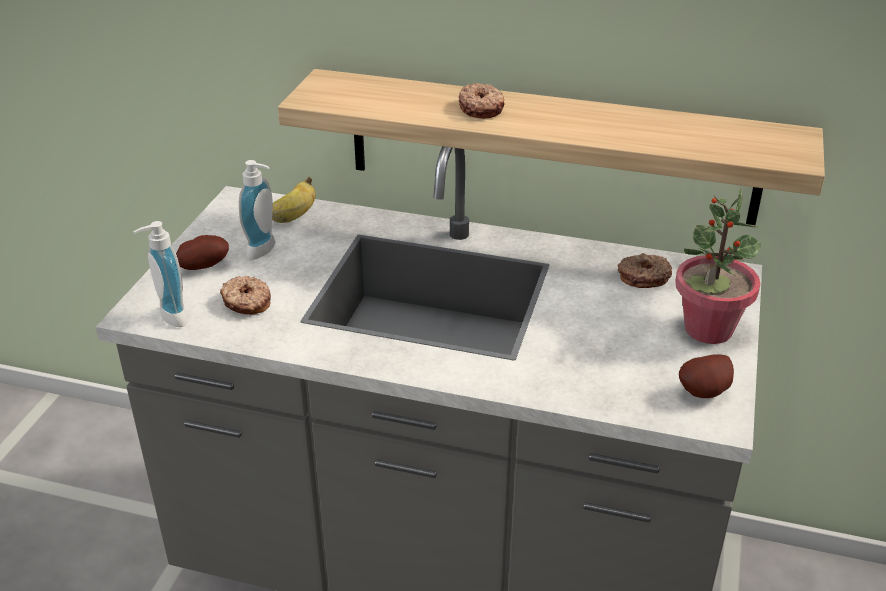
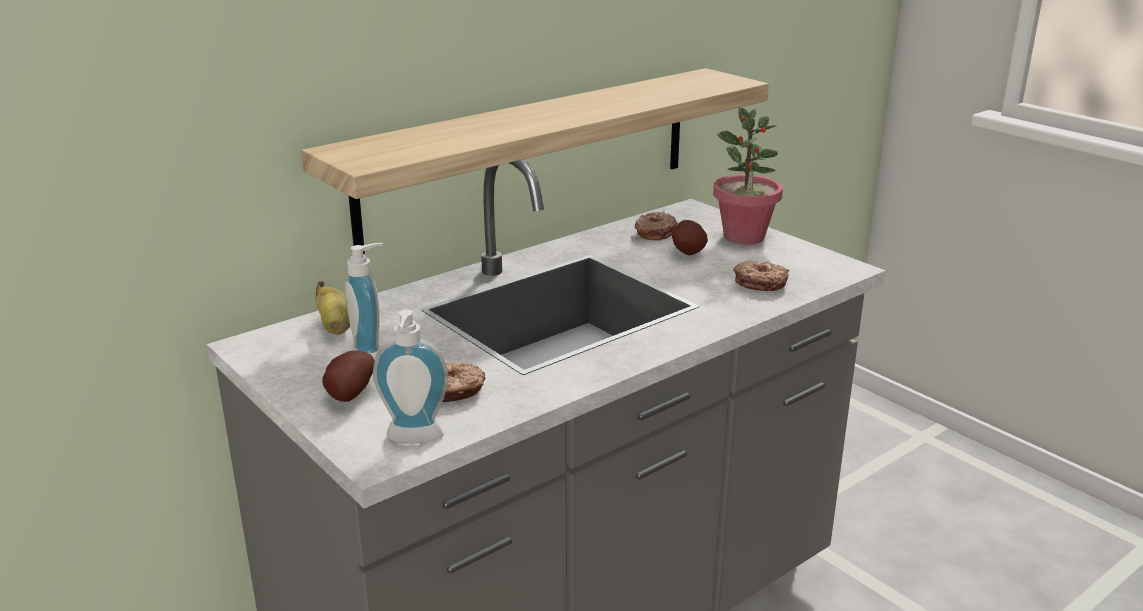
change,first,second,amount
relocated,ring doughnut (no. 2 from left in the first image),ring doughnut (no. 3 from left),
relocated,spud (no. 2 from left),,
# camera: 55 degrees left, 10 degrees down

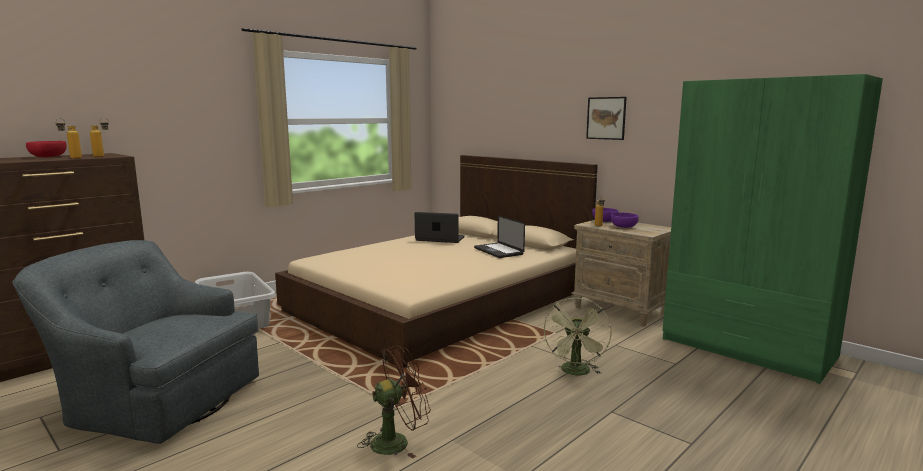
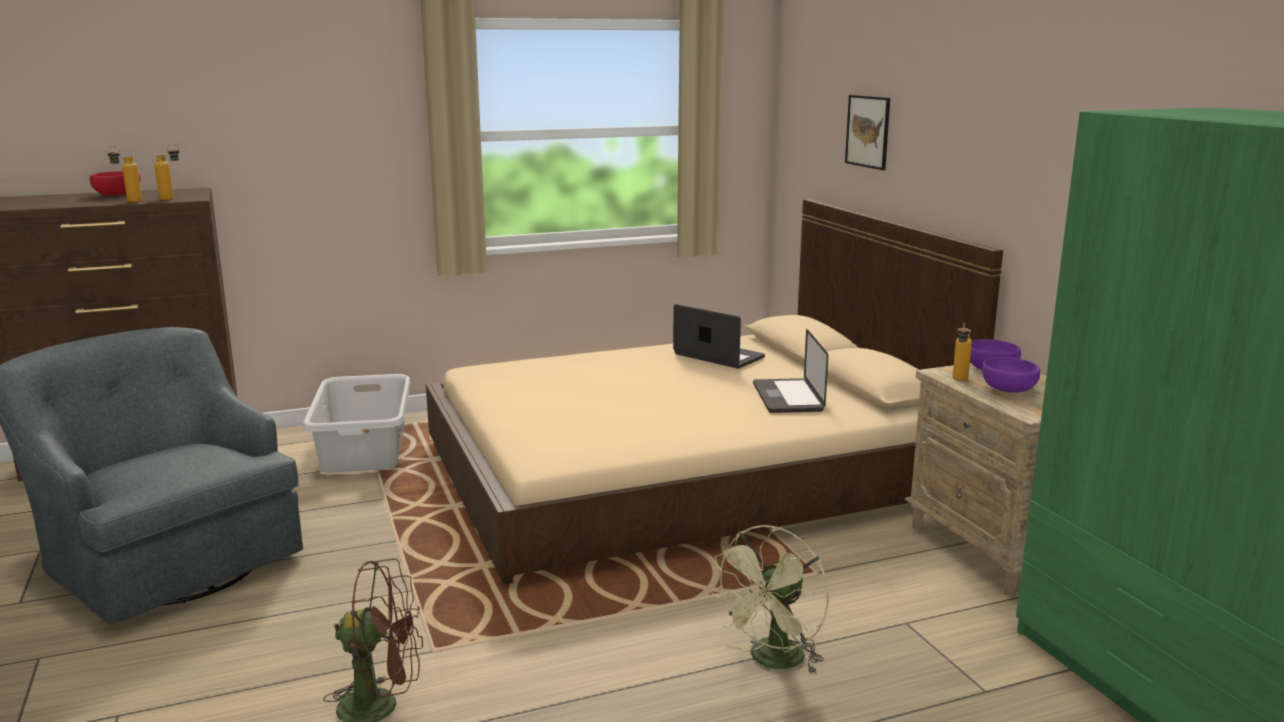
change,first,second,amount
relocated,wall art,,
# camera: 25 degrees right, 5 degrees up

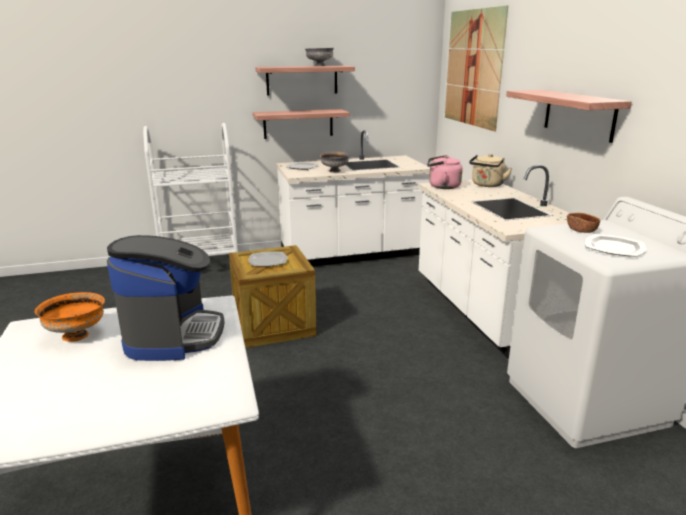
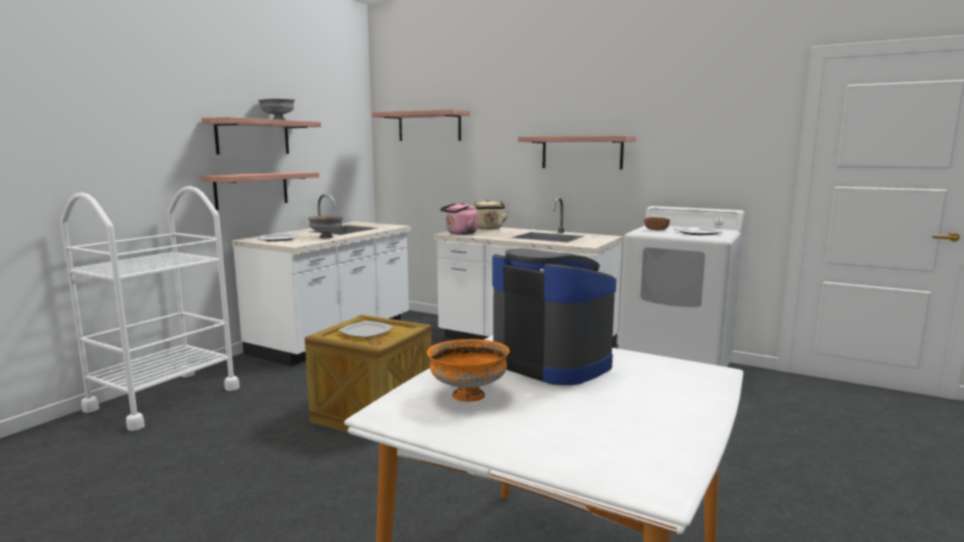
change,first,second,amount
exchanged,wall art,wall shelf (no. 3 from left),
# camera: 45 degrees left, 10 degrees down

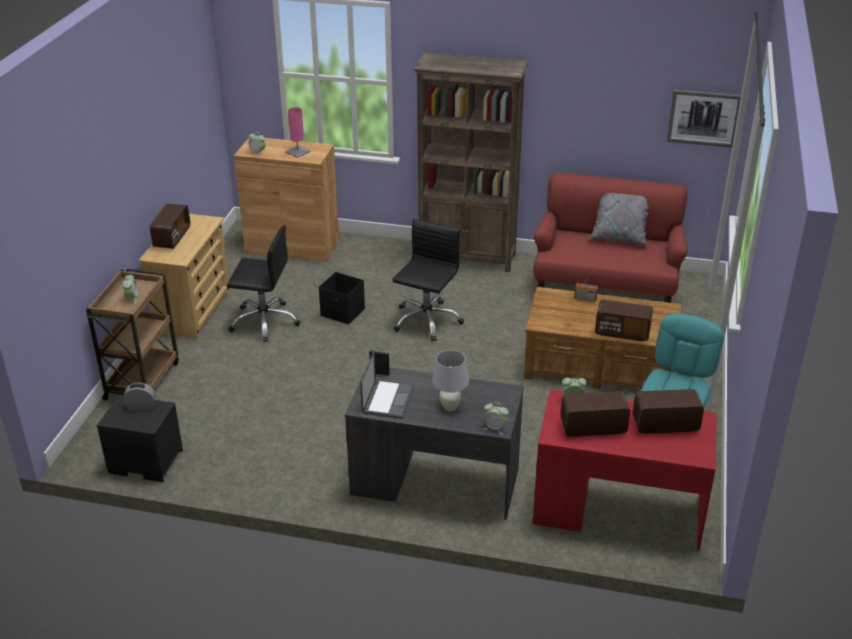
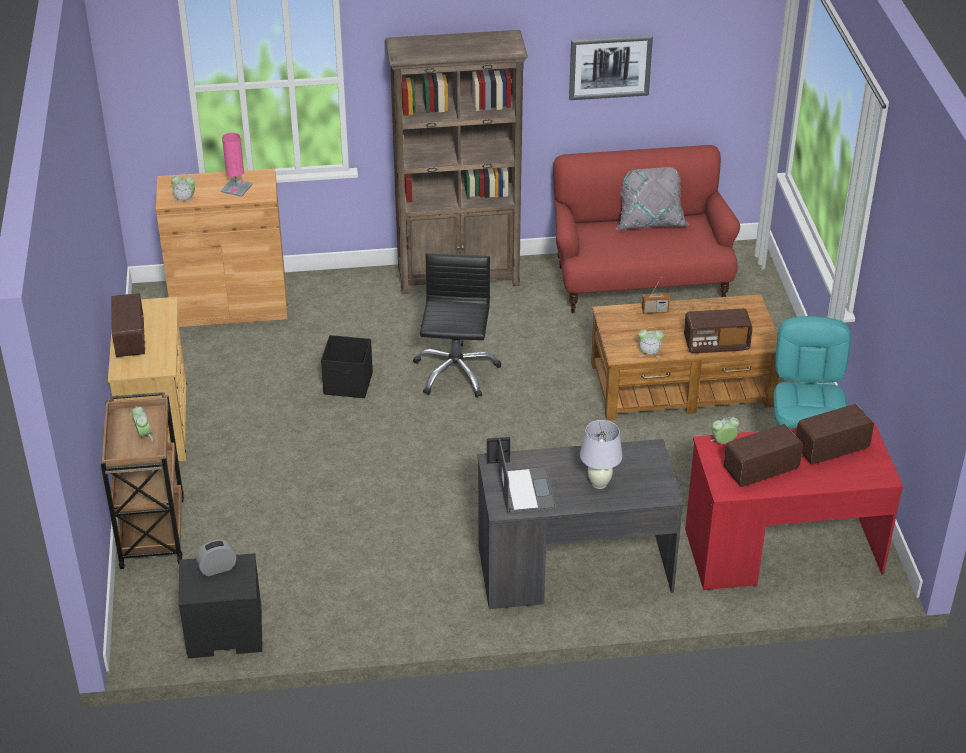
change,first,second,amount
missing,black-coloured computer chair (no. 1 from left),,
relocated,alarm clock (no. 4 from left),,
relocated,wall art,,
# camera: 20 degrees left, 5 degrees up

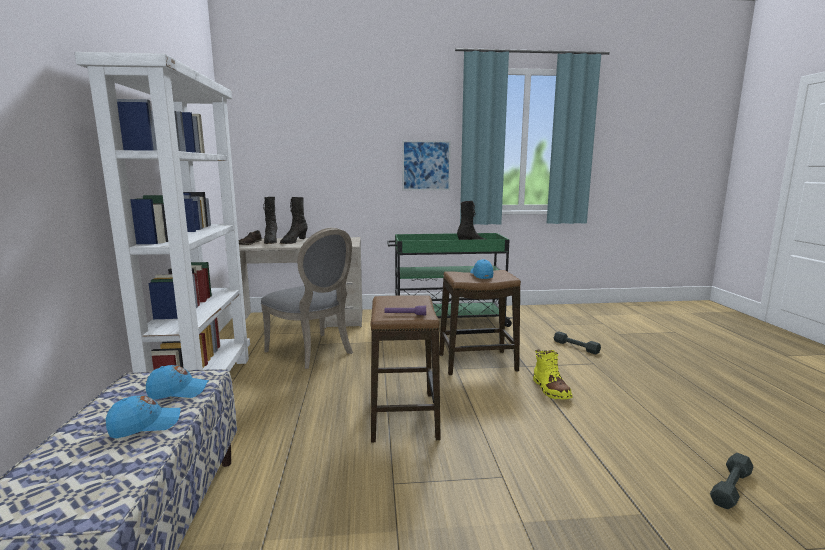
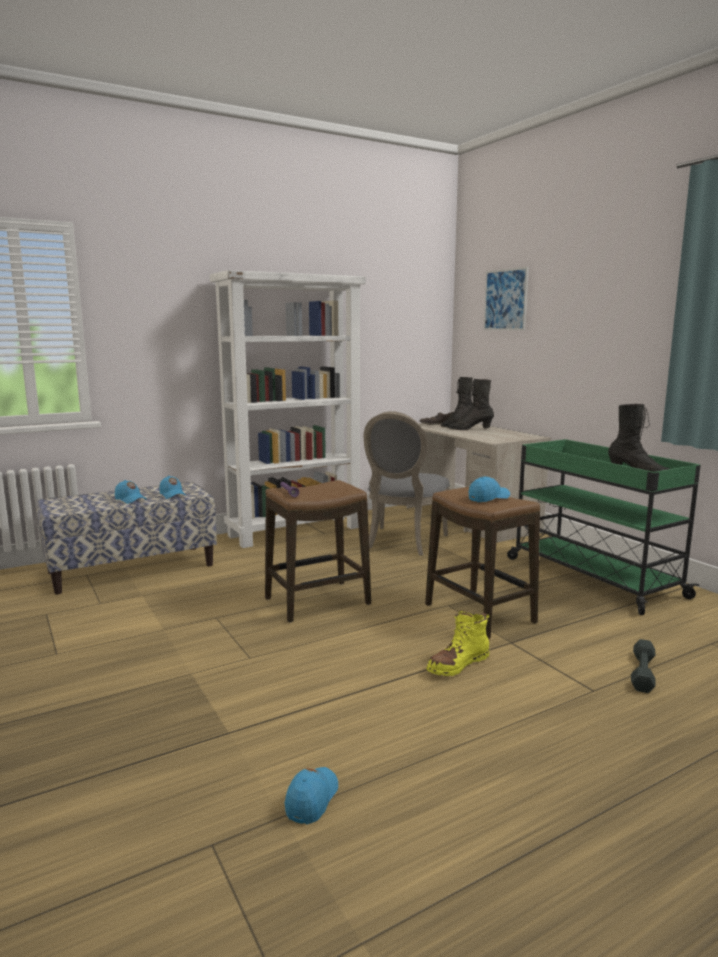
change,first,second,amount
relocated,wall art,,
exchanged,grey hand weight (no. 2 from left),blue-coloured baseball cap (no. 3 from left),
# camera: 65 degrees right, 0 degrees up

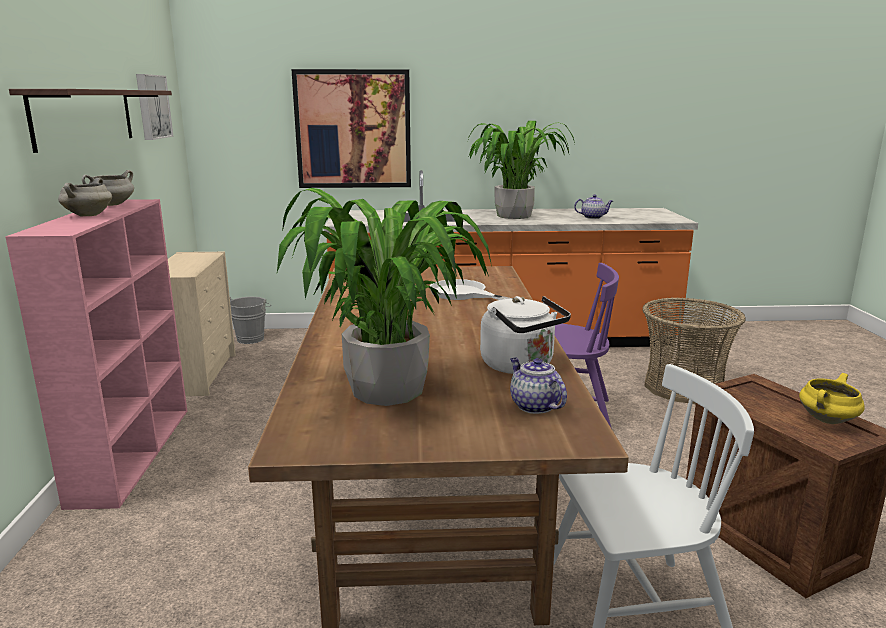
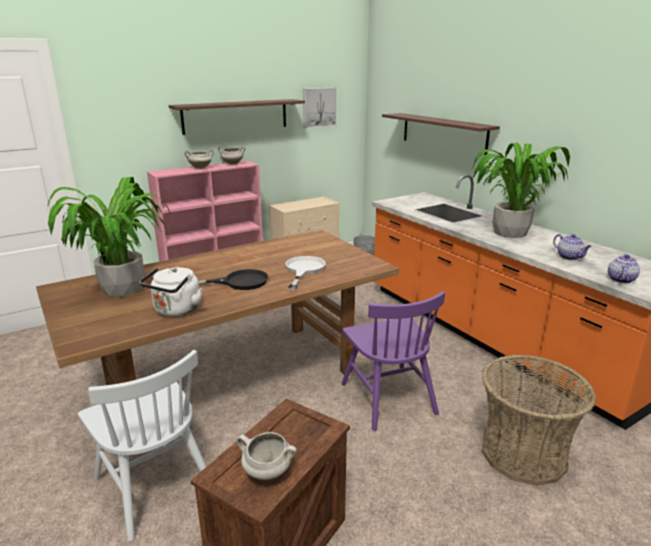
change,first,second,amount
appeared,,black-coloured pan,
relocated,tea pot (no. 1 from left in the first image),tea pot (no. 2 from left),
exchanged,wall art (no. 2 from left),wall shelf (no. 2 from left),
colour,yellowish stockpot,whitish stockpot (no. 3 from left),
# camera: 60 degrees right, 5 degrees up

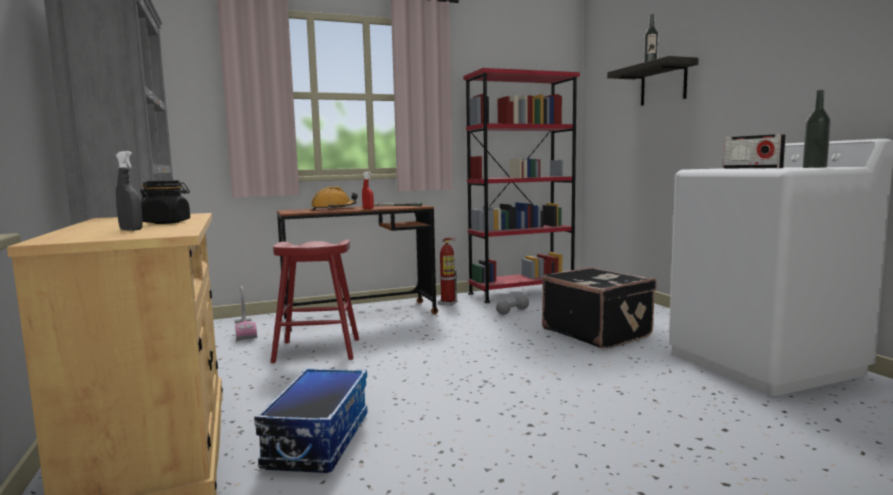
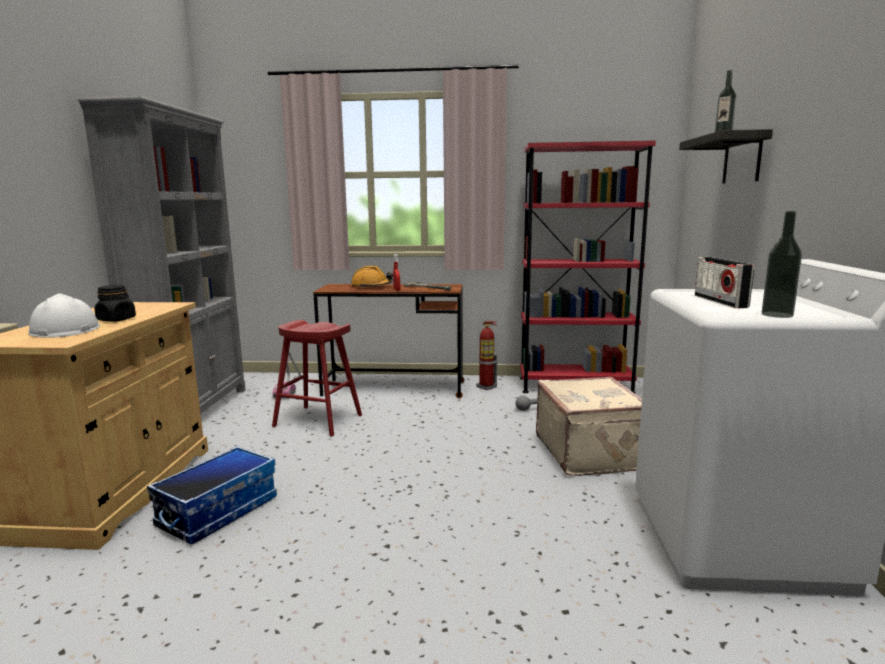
change,first,second,amount
exchanged,grey spray bottle,whitish safety helmet,
colour,black-coloured piece of luggage,sand-coloured piece of luggage,
# camera: 25 degrees right, 5 degrees up

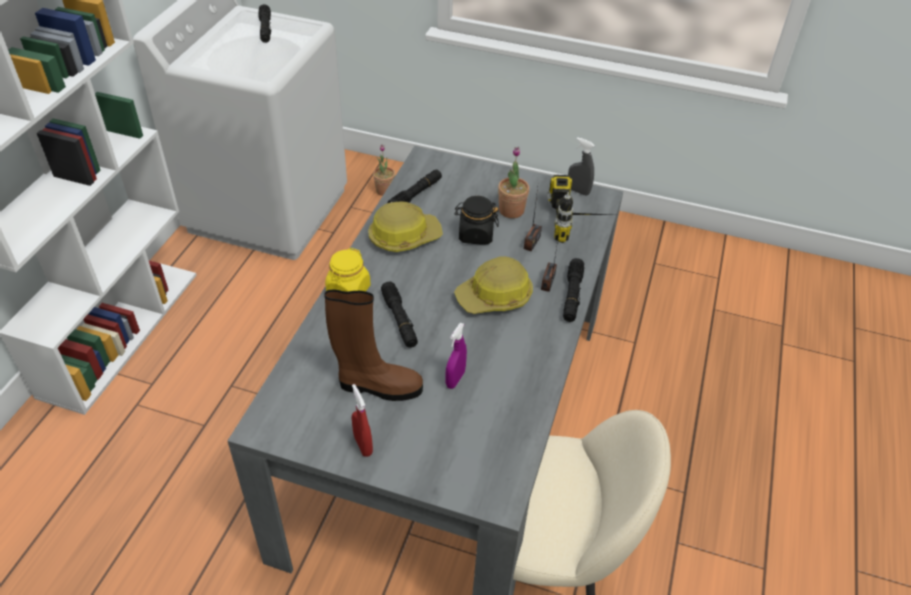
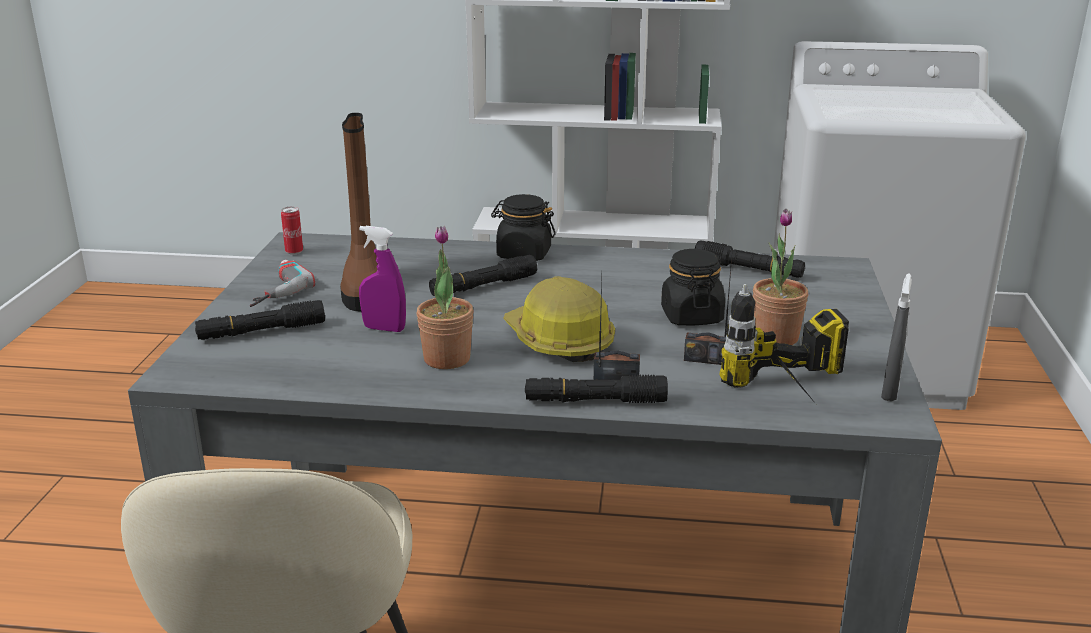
change,first,second,amount
missing,safety helmet (no. 1 from left),,
appeared,,sealed can,
relocated,black-coloured hand torch (no. 1 from left),,
relocated,houseplant (no. 1 from left),,
exchanged,red spray bottle,power drill (no. 1 from left),
colour,yellowish jar,black-coloured jar (no. 1 from left),
# camera: 80 degrees right, 20 degrees down

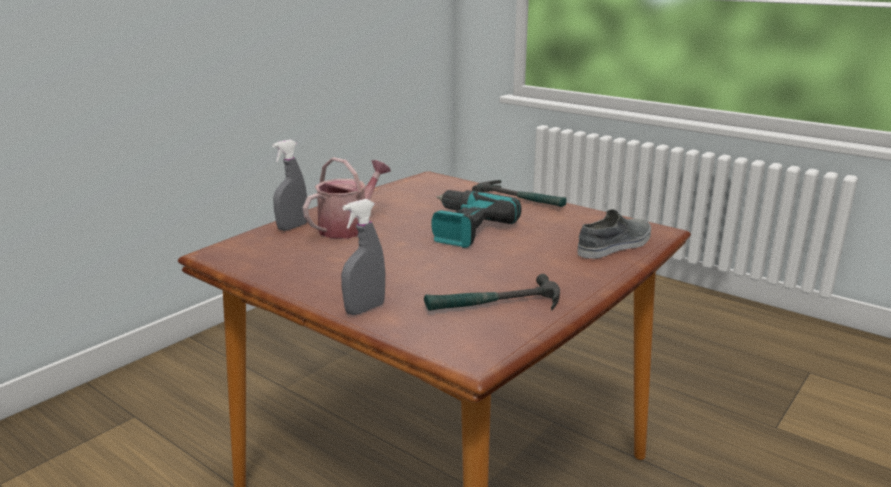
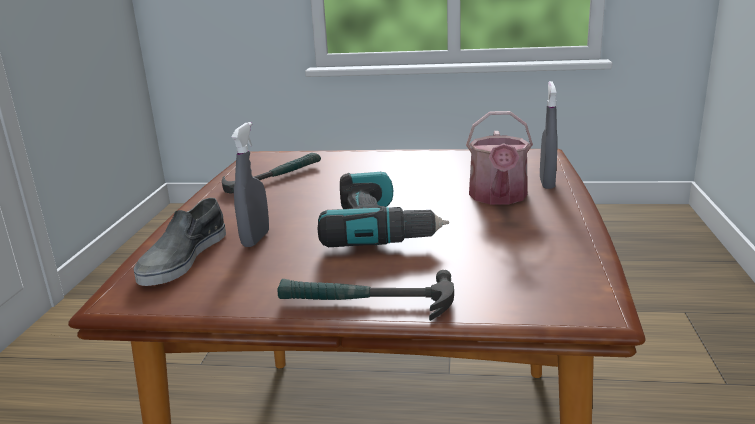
change,first,second,amount
relocated,grey spray bottle (no. 2 from left in the first image),grey spray bottle (no. 1 from left),
# camera: 150 degrees right, 0 degrees up

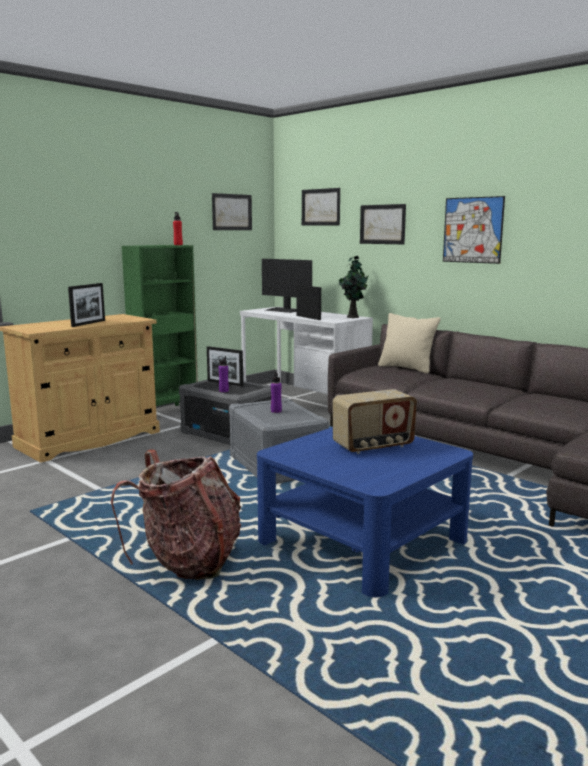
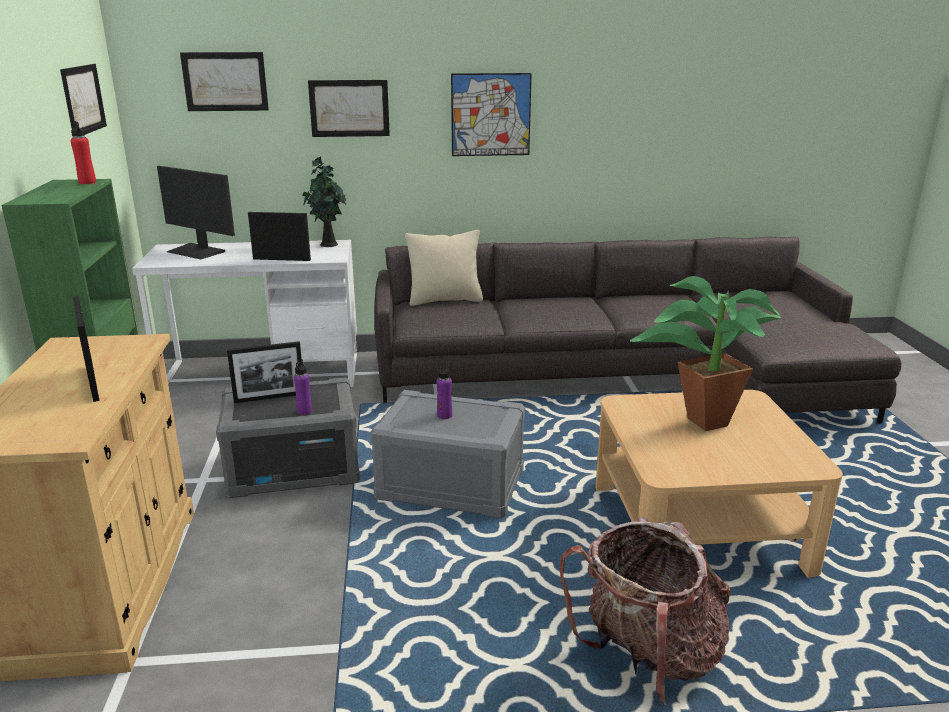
change,first,second,amount
exchanged,radio set,houseplant (no. 2 from left),
colour,blue-coloured coffee table,sand-coloured coffee table,
spun,computer screen,,45 degrees clockwise
# camera: 50 degrees left, 10 degrees up

